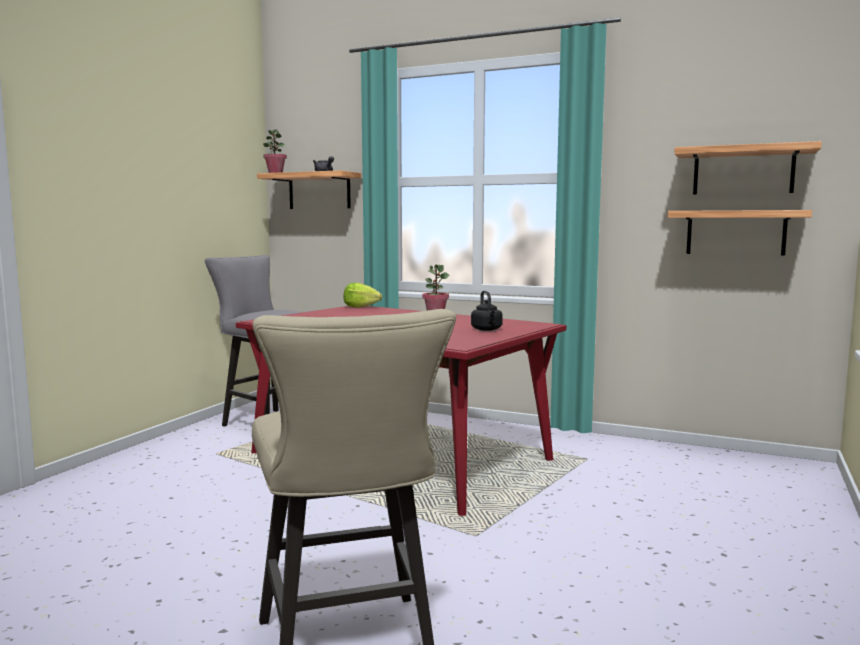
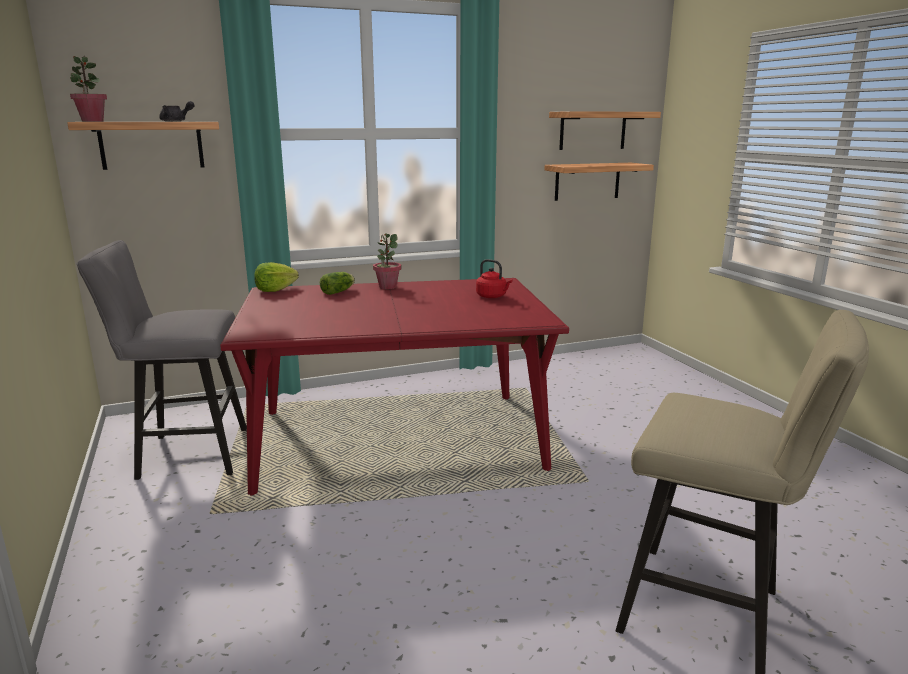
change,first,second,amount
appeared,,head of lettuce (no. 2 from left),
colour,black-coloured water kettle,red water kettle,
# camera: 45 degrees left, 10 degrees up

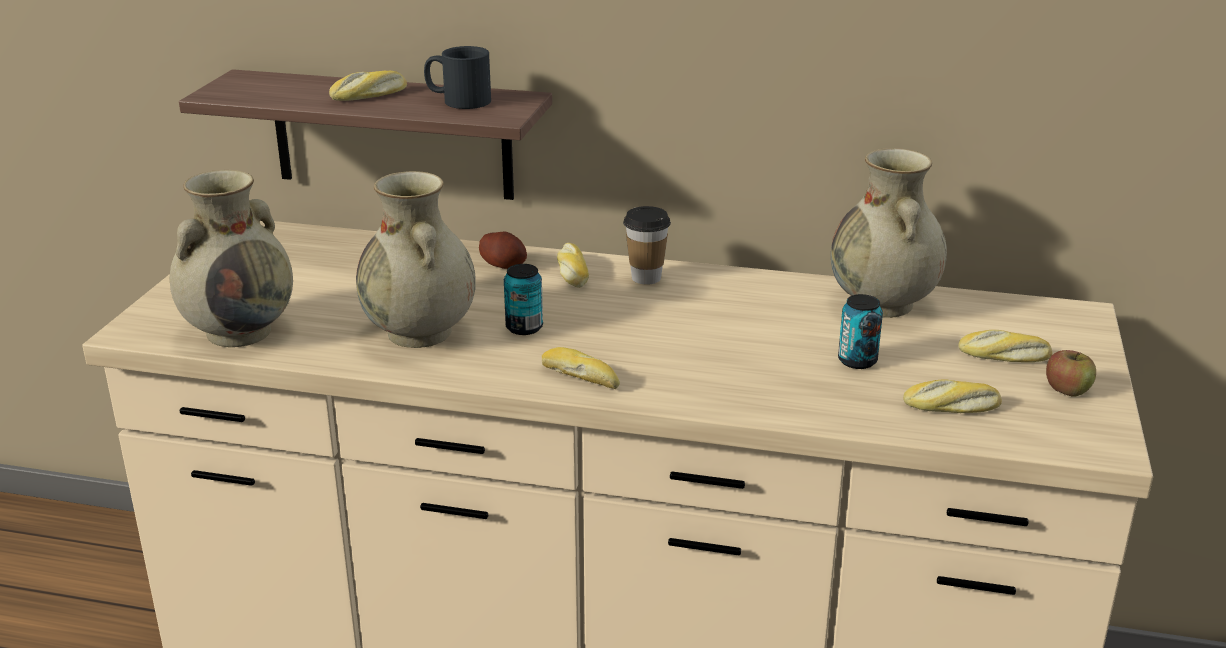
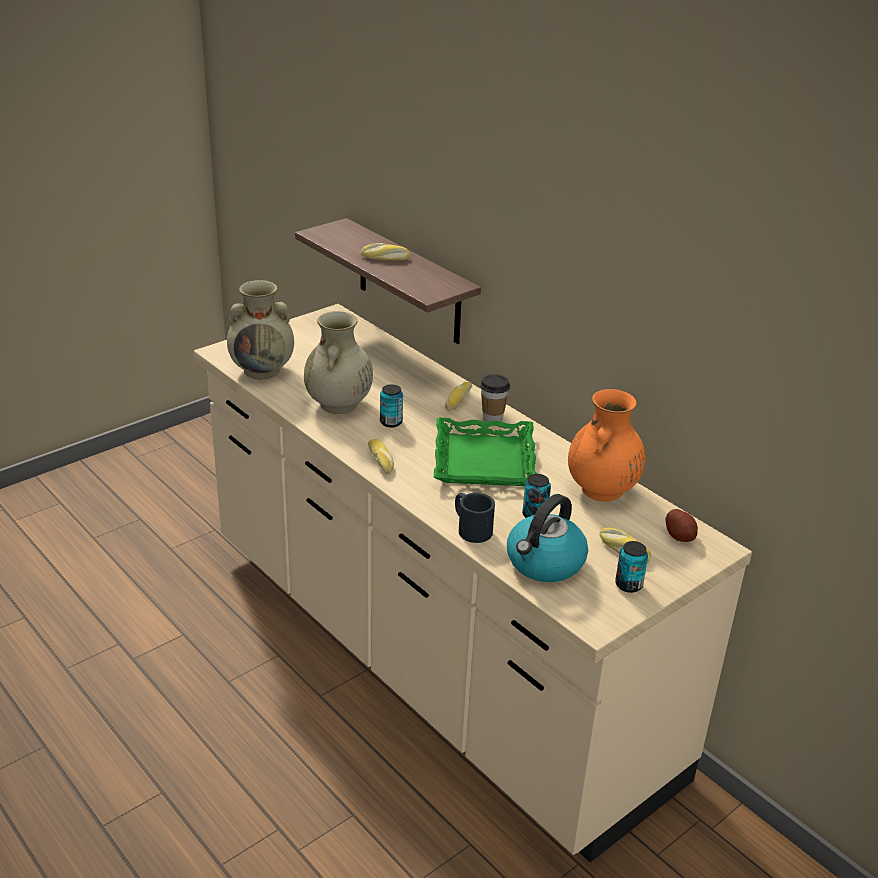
change,first,second,amount
appeared,,greenish serving tray,
relocated,black-coloured tea mug,,
relocated,spud,,
exchanged,bread (no. 4 from left),water kettle,
exchanged,apple fruit,sealed can (no. 3 from left),
colour,sand-coloured decorative vase (no. 3 from left),orange decorative vase,
# camera: 35 degrees right, 5 degrees up

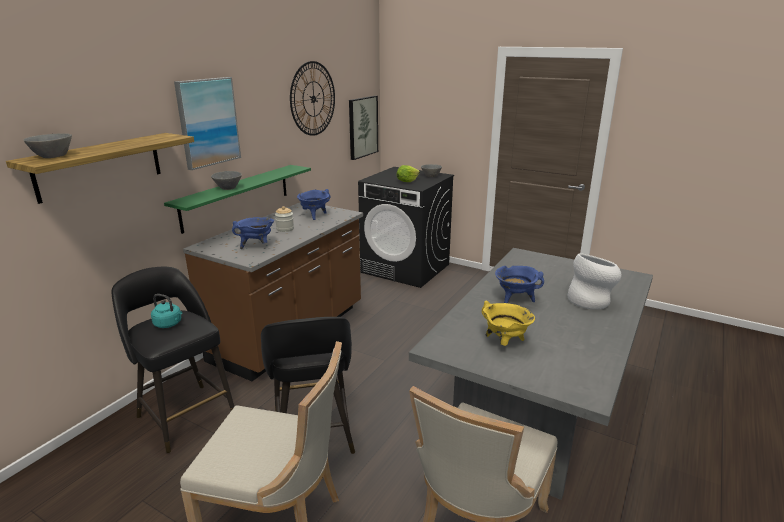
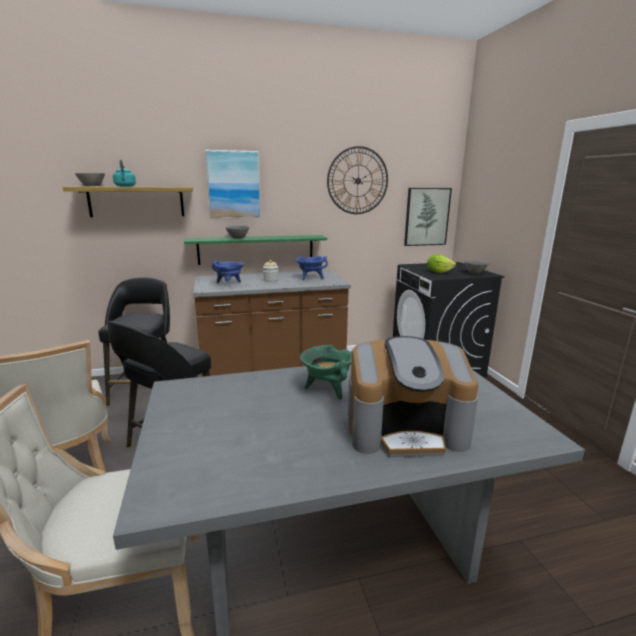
change,first,second,amount
missing,yellowish stockpot,,
relocated,turquoise-coloured water kettle,,
exchanged,whitish decorative vase,coffee machine,
colour,blue-coloured stockpot (no. 3 from left),greenish stockpot,
# camera: 45 degrees right, 5 degrees down

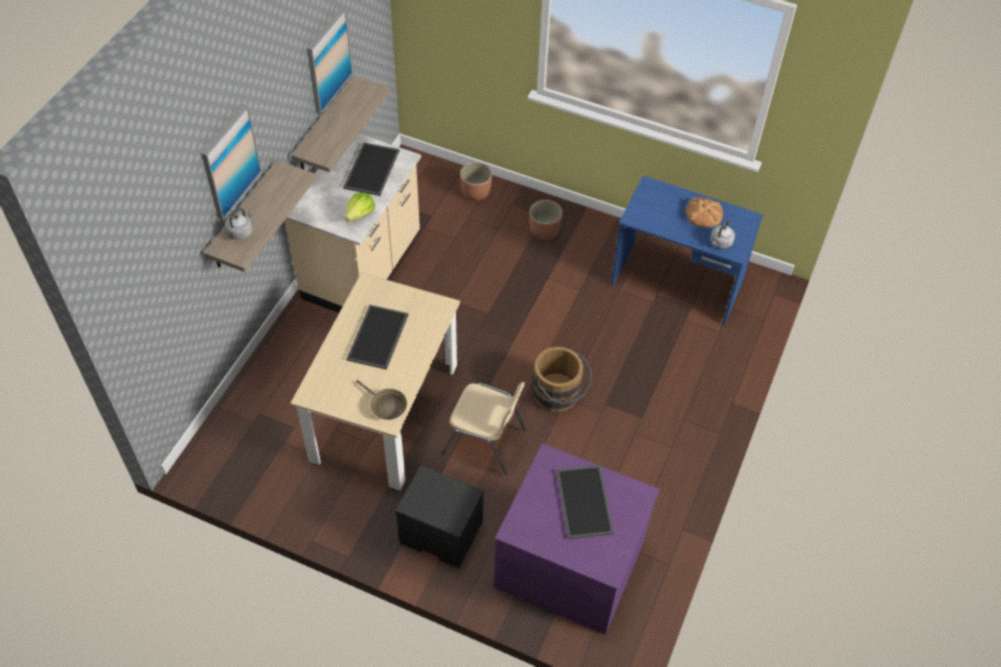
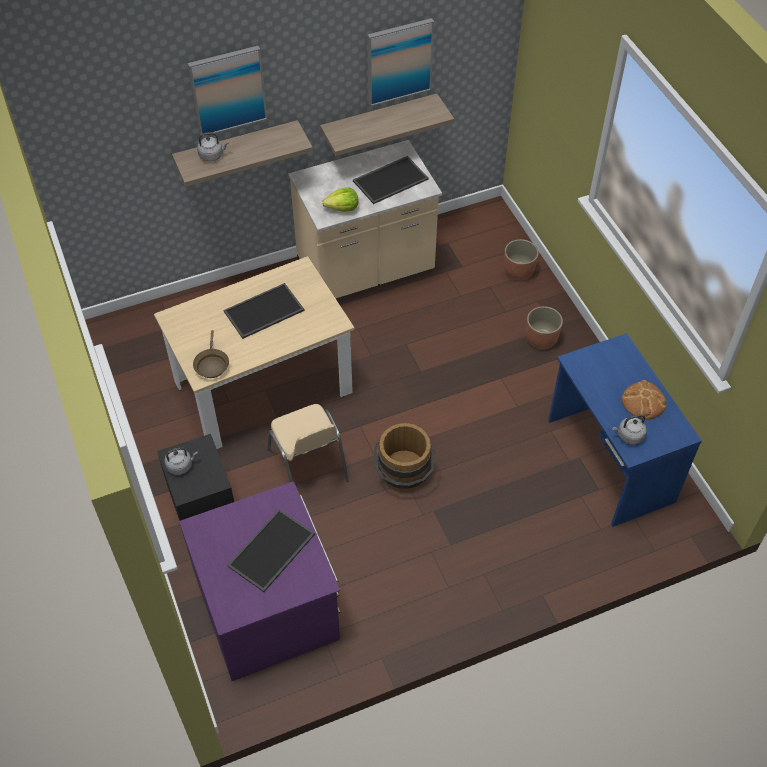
change,first,second,amount
appeared,,grey water kettle (no. 1 from left),
# camera: 45 degrees right, 0 degrees up

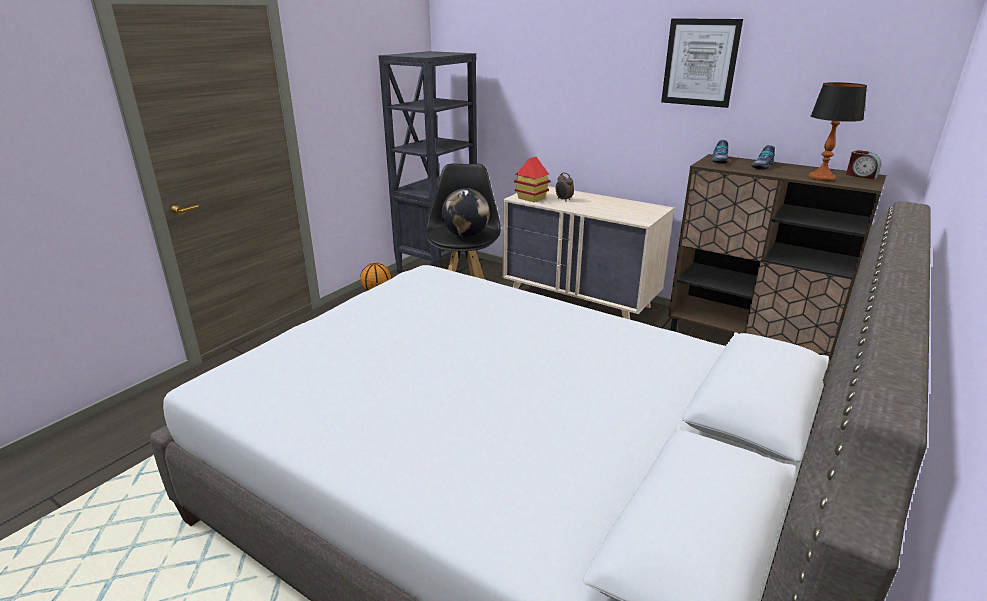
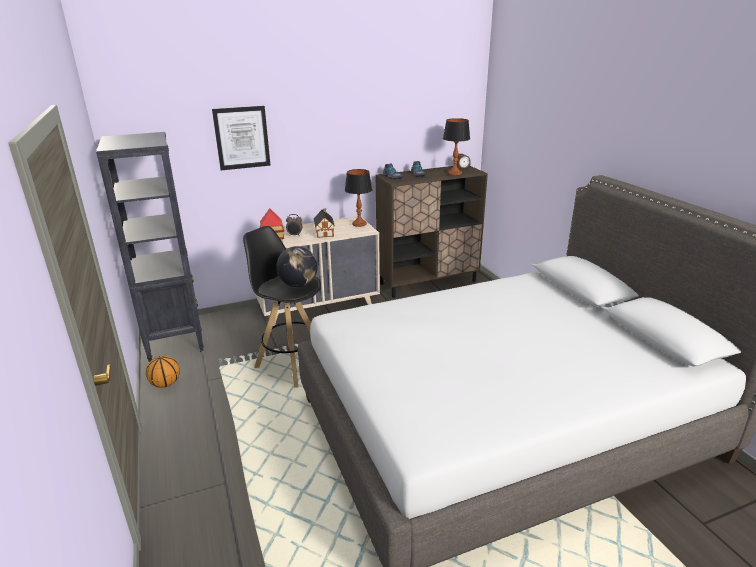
change,first,second,amount
appeared,,toy house (no. 2 from left),
appeared,,lamp for a table (no. 1 from left),
relocated,wall art,,
# camera: 55 degrees left, 0 degrees up

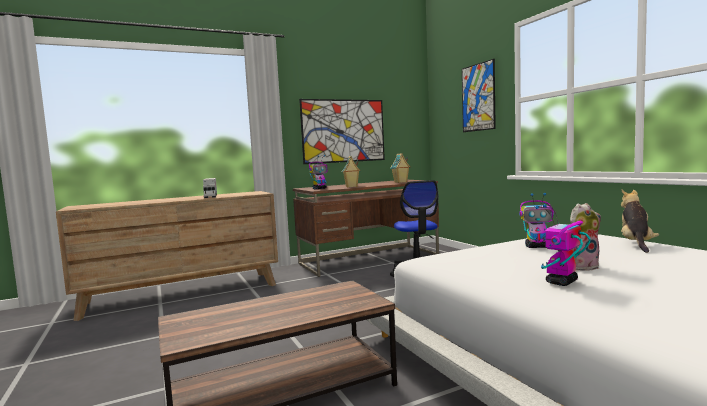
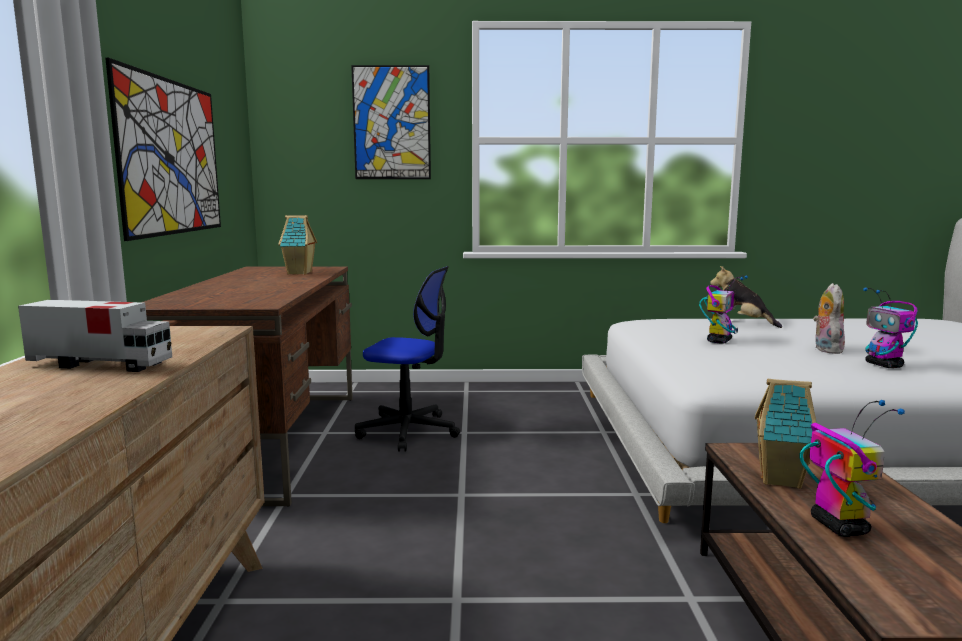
change,first,second,amount
relocated,robot figure (no. 1 from left in the first image),robot figure (no. 2 from left),
relocated,toy house (no. 1 from left in the first image),toy house (no. 2 from left),
# camera: 65 degrees left, 5 degrees up

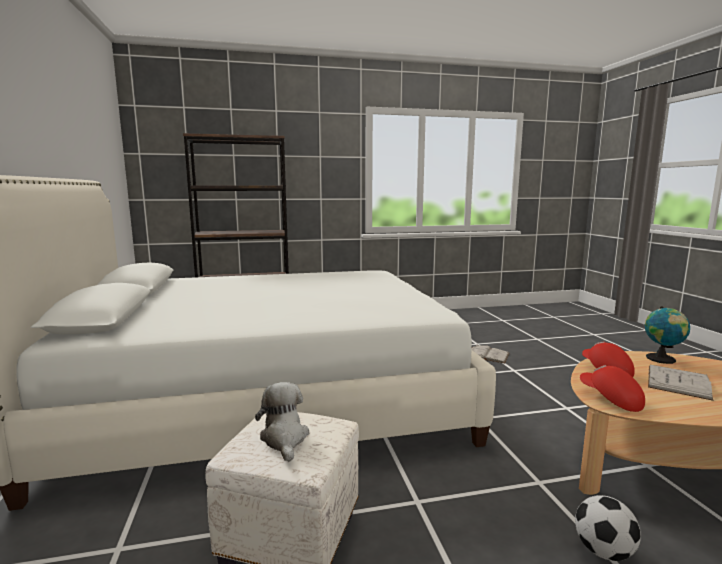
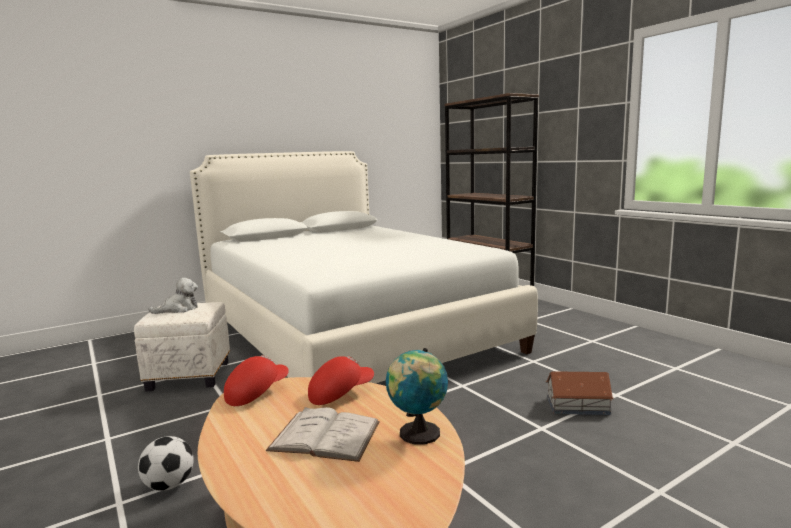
change,first,second,amount
exchanged,whitish bound book (no. 1 from left),toy house,
# camera: 70 degrees right, 0 degrees up

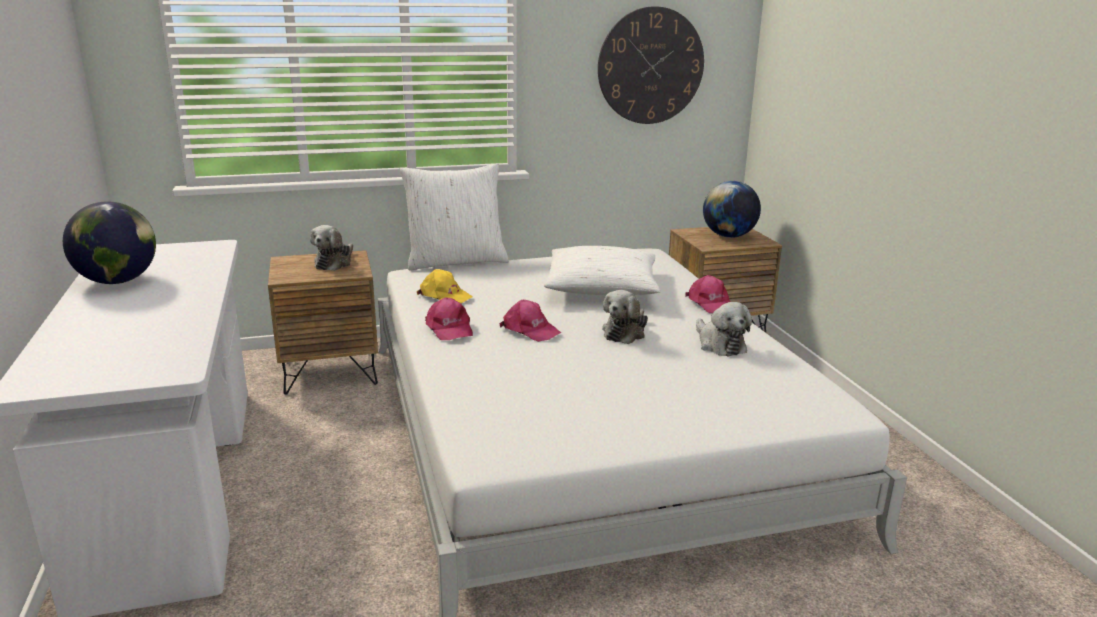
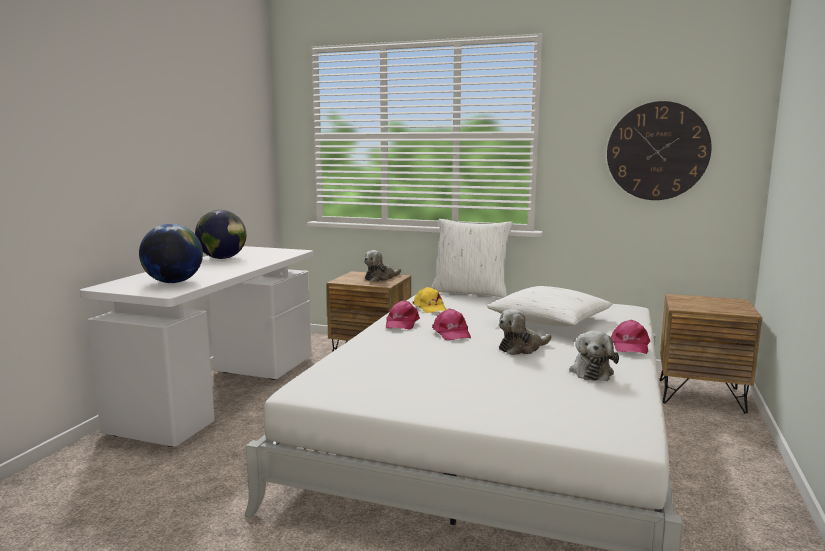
change,first,second,amount
relocated,desk globe (no. 2 from left in the first image),desk globe (no. 1 from left),
# camera: 35 degrees right, 10 degrees down

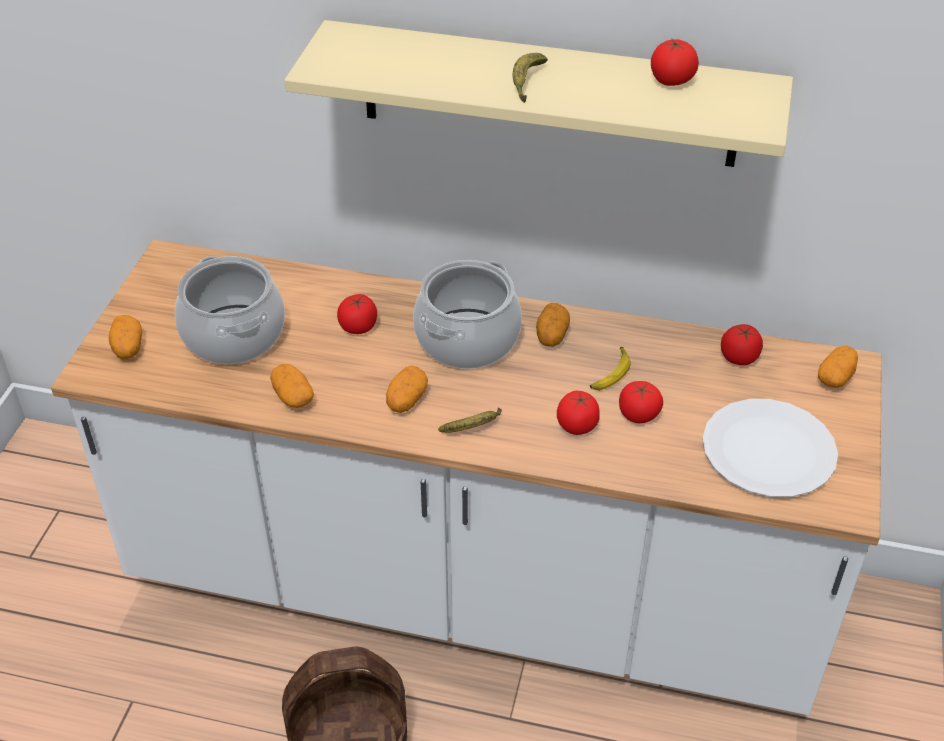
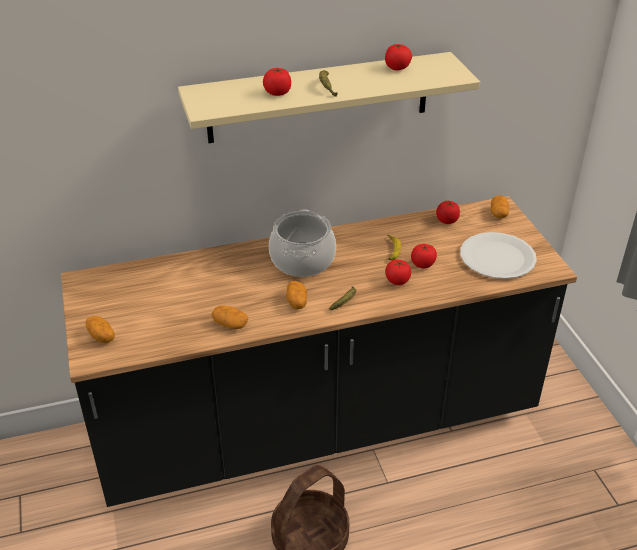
change,first,second,amount
missing,stockpot (no. 1 from left),,
missing,spud (no. 4 from left),,
relocated,tomato (no. 1 from left),,
colour,whitish counter,black-coloured counter,
# camera: 30 degrees left, 5 degrees down

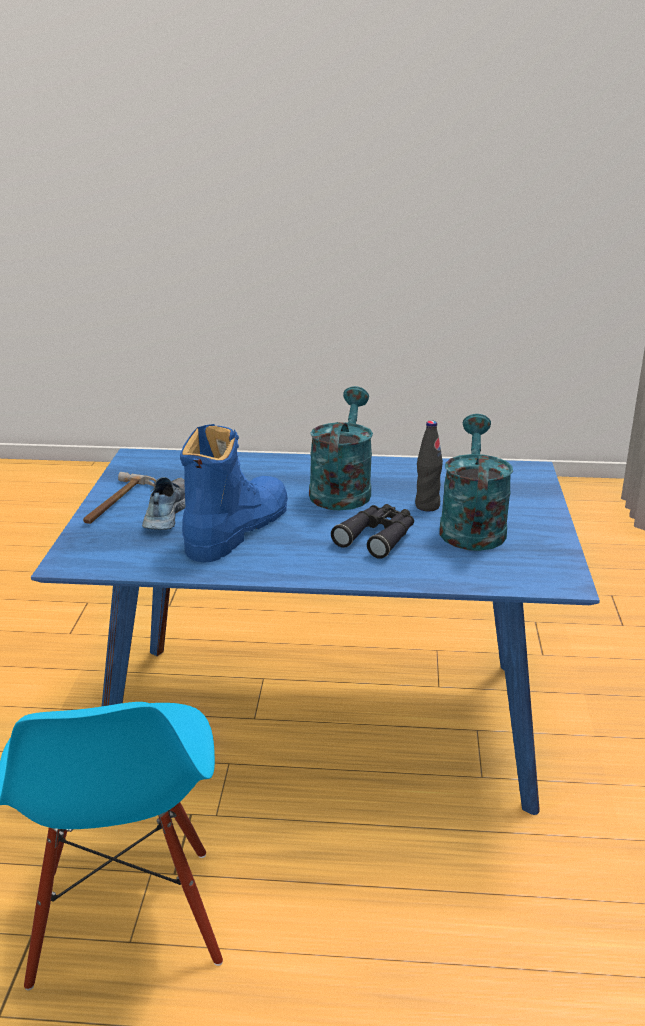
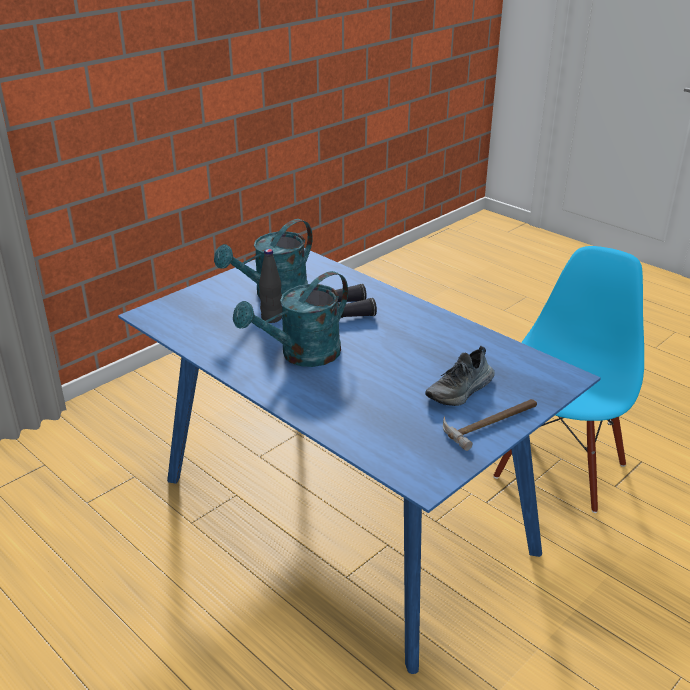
change,first,second,amount
missing,blue-coloured tall boot,,
# camera: 140 degrees left, 5 degrees up

